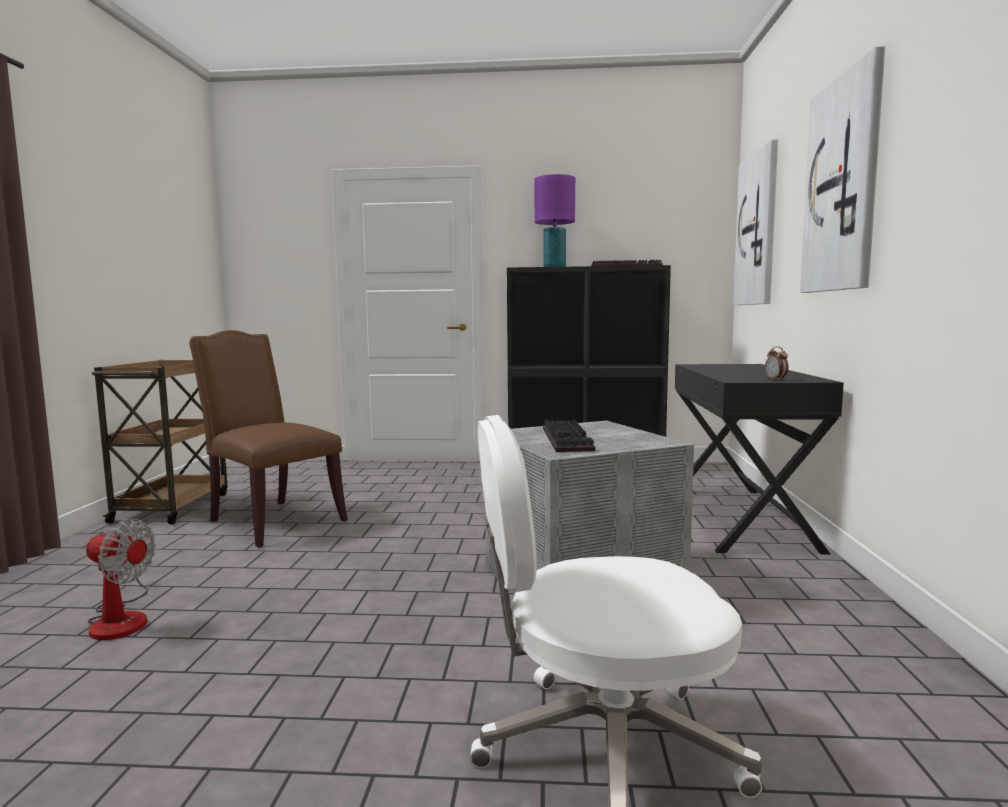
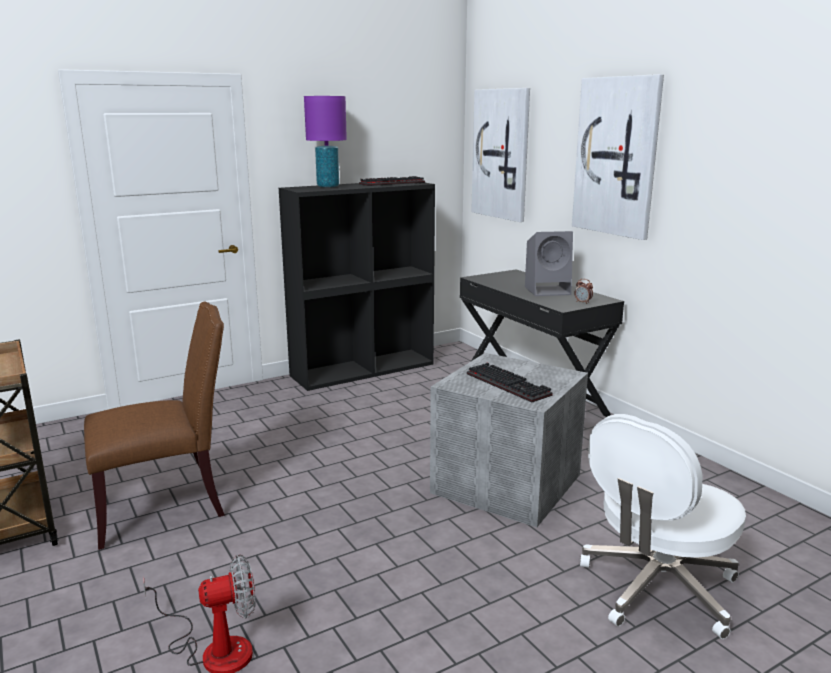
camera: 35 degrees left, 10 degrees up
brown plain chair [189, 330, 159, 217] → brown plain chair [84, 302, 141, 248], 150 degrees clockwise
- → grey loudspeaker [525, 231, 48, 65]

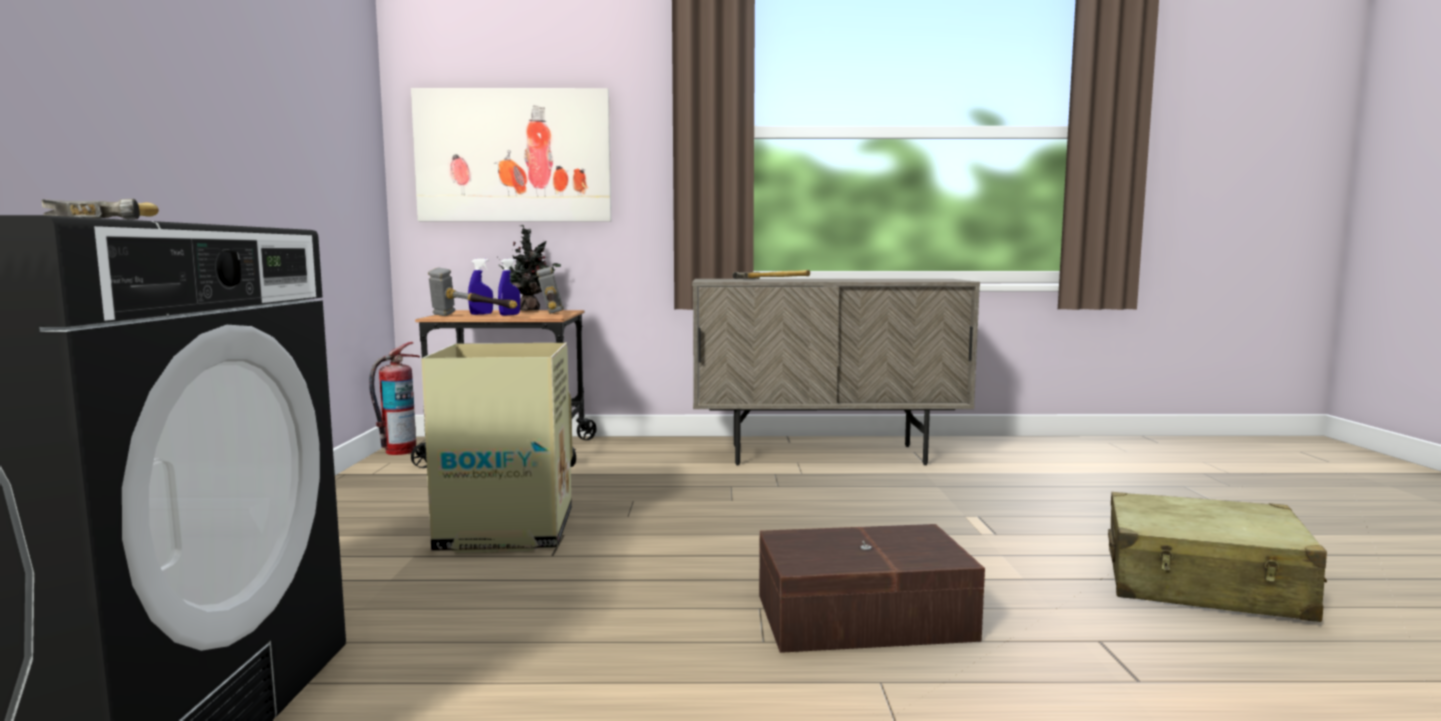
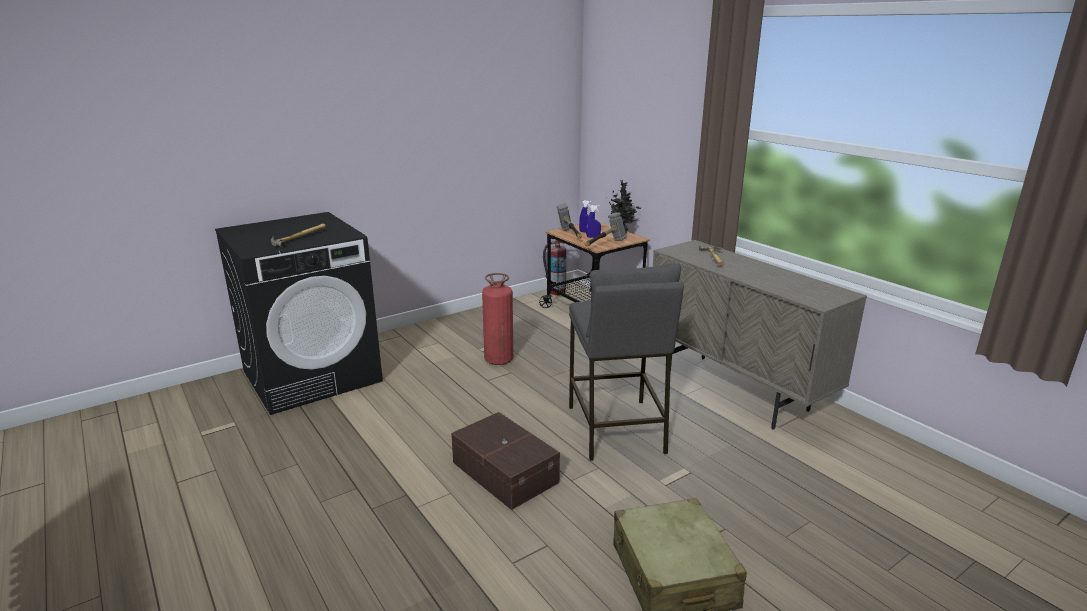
camera: 55 degrees right, 15 degrees up
picture [411, 88, 200, 134] → -
carton [421, 343, 152, 210] → extinguisher [482, 273, 31, 92]
- → grey stool [569, 263, 115, 198]

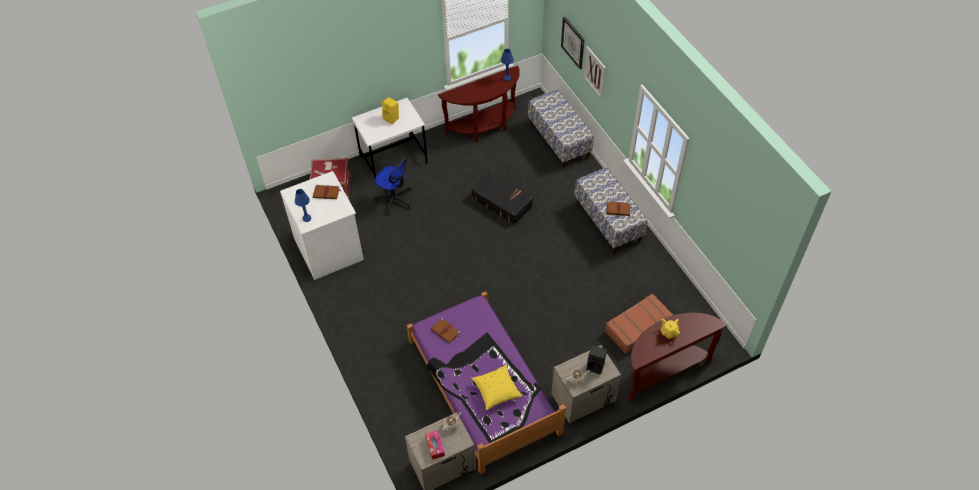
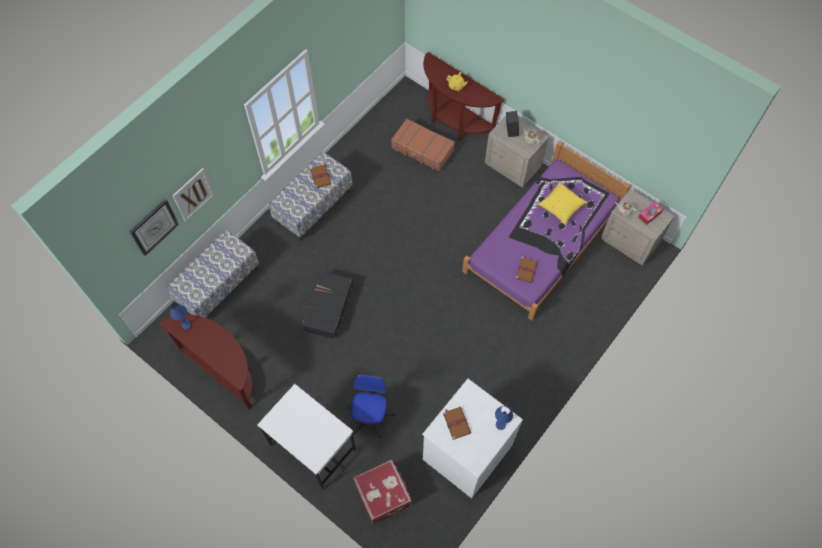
camera: 115 degrees left, 10 degrees up
yellow-coloured loudspeaker [382, 97, 17, 27] → -

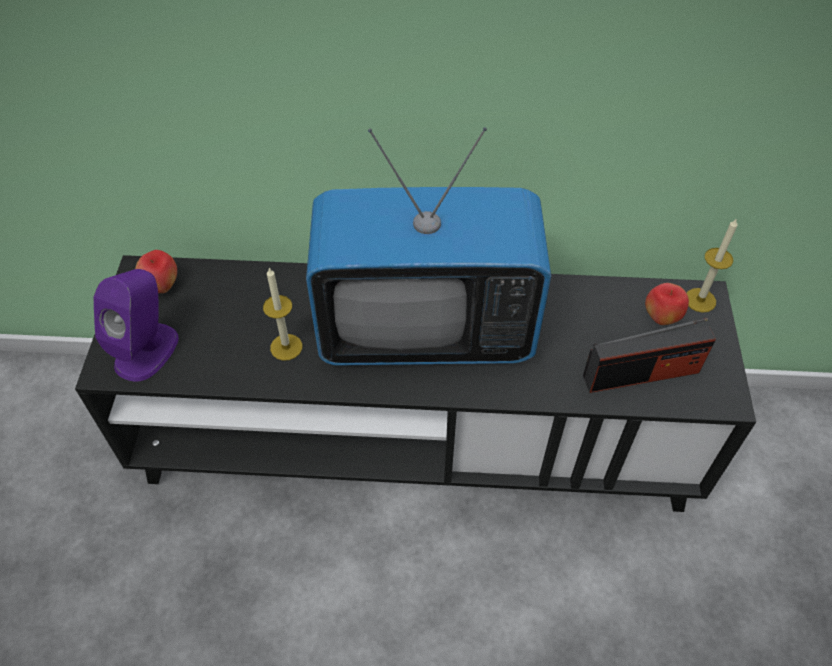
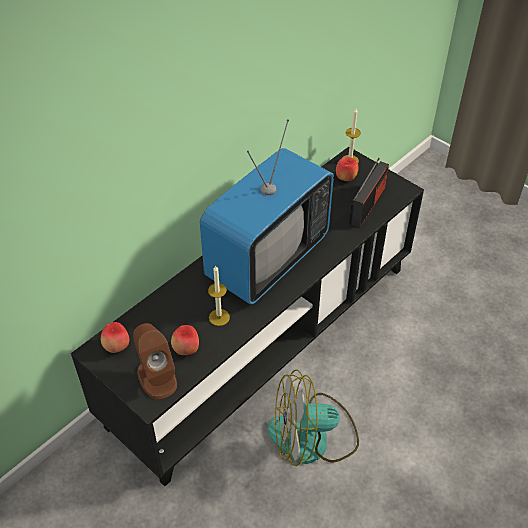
camera: 50 degrees left, 5 degrees down
purplish loudspeaker [93, 269, 86, 113] → brown loudspeaker [133, 323, 44, 76]
- → apple [171, 325, 28, 30]
- → fan [268, 370, 91, 96]

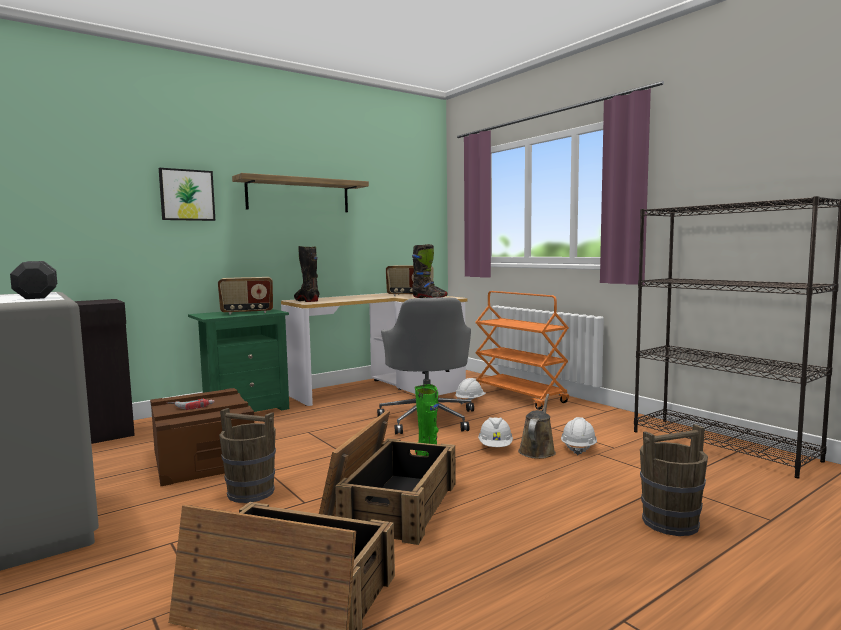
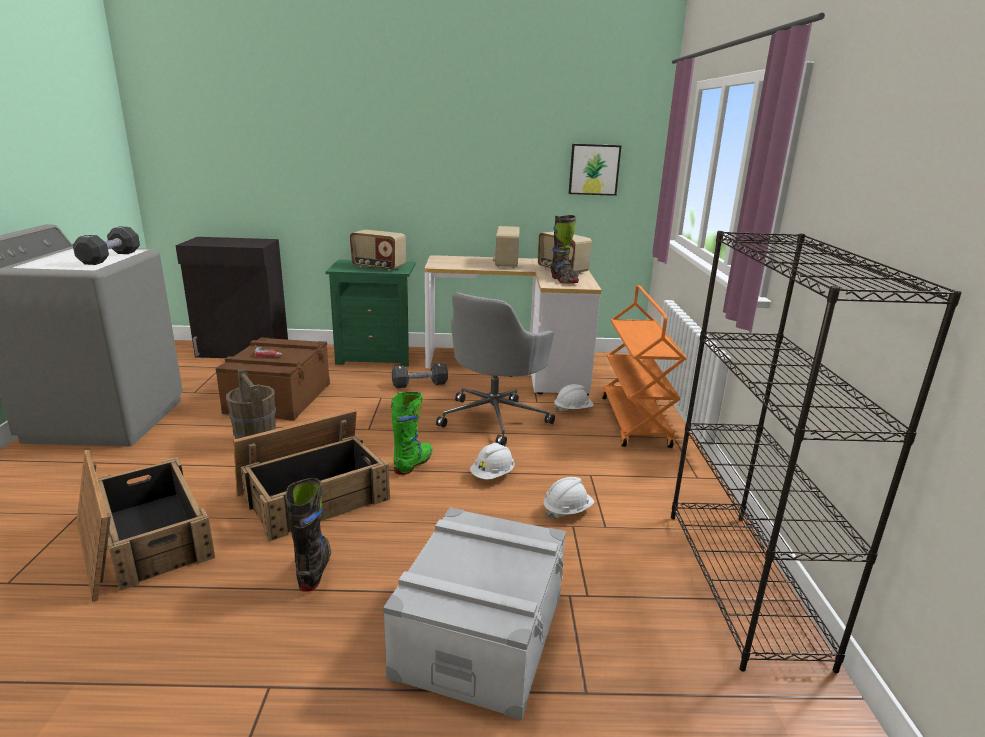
camera: 35 degrees right, 15 degrees up
picture [159, 168, 56, 53] → picture [569, 144, 52, 52], moved
shelf [232, 173, 137, 39] → -
black-coloured boot [294, 246, 25, 56] → black-coloured boot [285, 478, 46, 114], moved
brown watering pot [518, 394, 38, 65] → -
brown pail [640, 424, 68, 112] → grey storage bin [383, 507, 183, 213]
- → black-coloured free weight [392, 363, 56, 25]
- → radio set [493, 226, 27, 42]

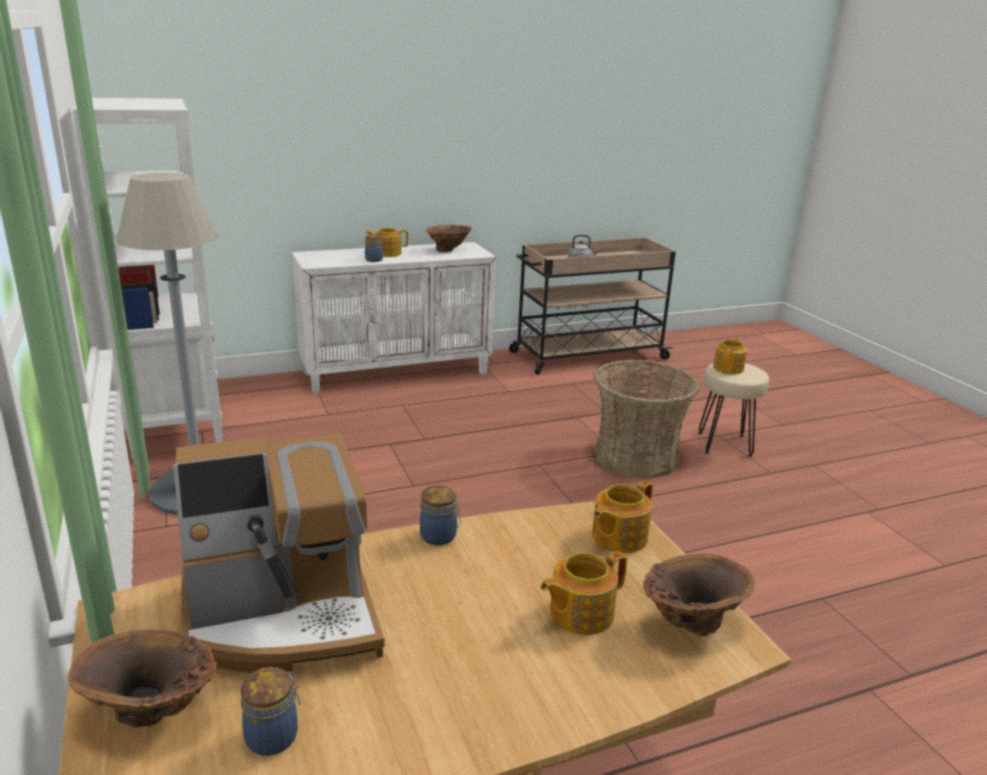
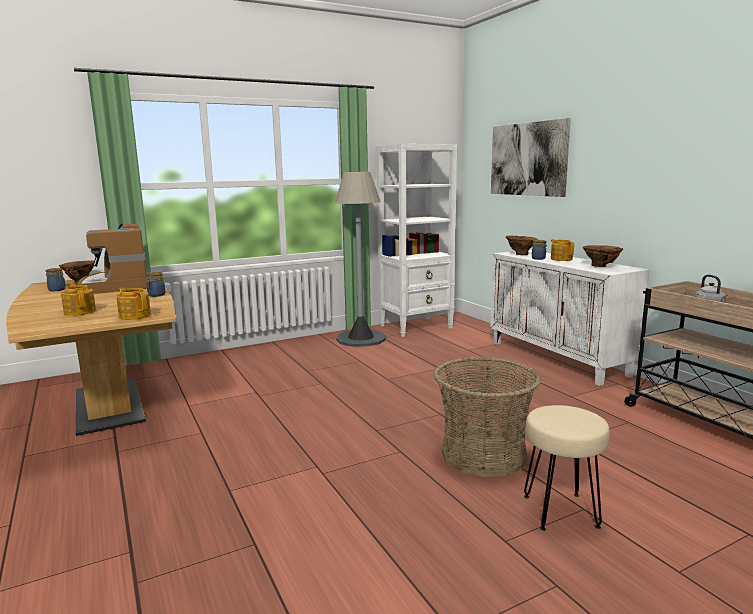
camera: 85 degrees right, 10 degrees down
brown vase [643, 553, 113, 83] → brown vase [506, 236, 32, 19], moved
pot for tea [713, 337, 34, 37] → -
- → picture [491, 118, 80, 79]

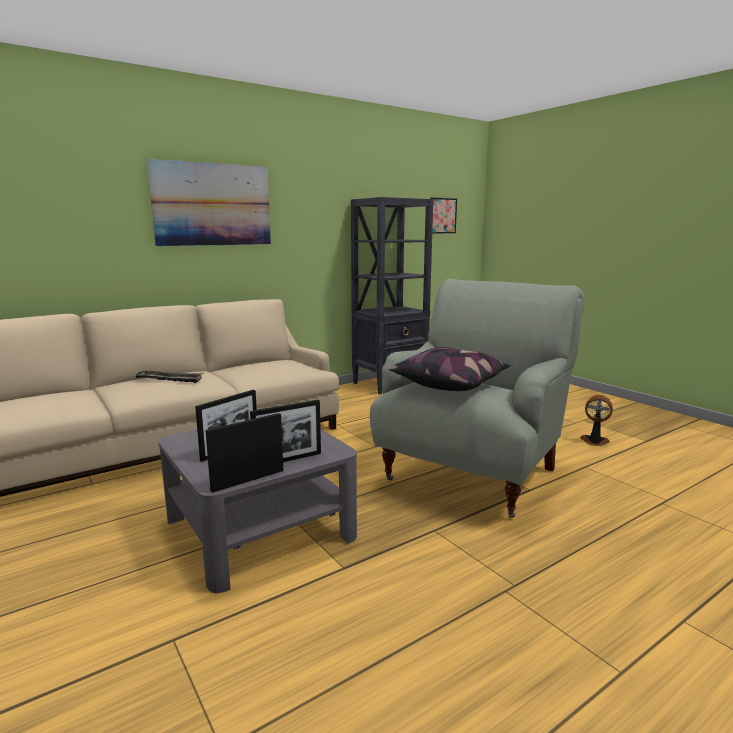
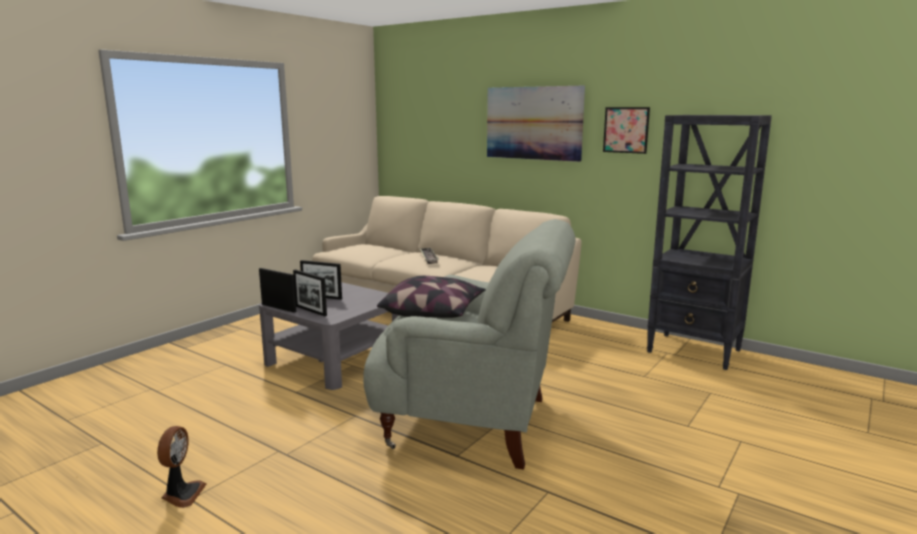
camera: 70 degrees right, 0 degrees up
picture [431, 198, 26, 35] → picture [603, 107, 47, 47], moved
fan [580, 395, 33, 51] → fan [157, 426, 49, 82], moved

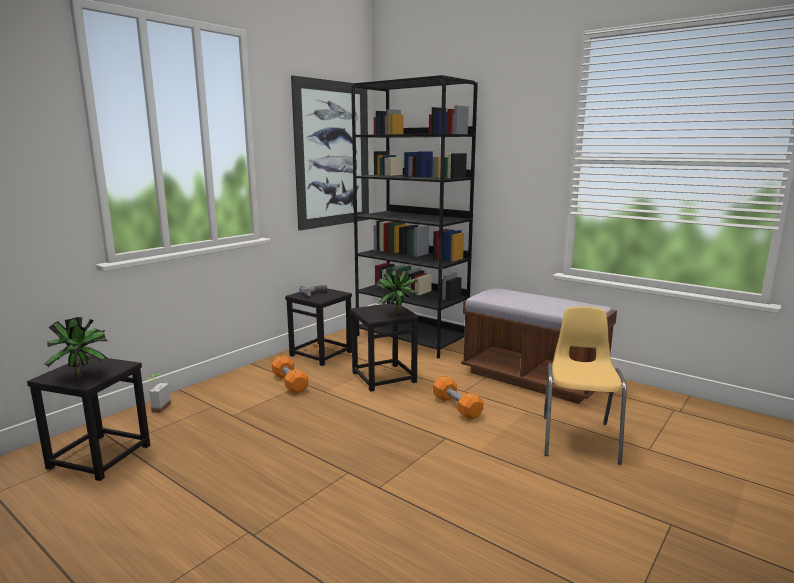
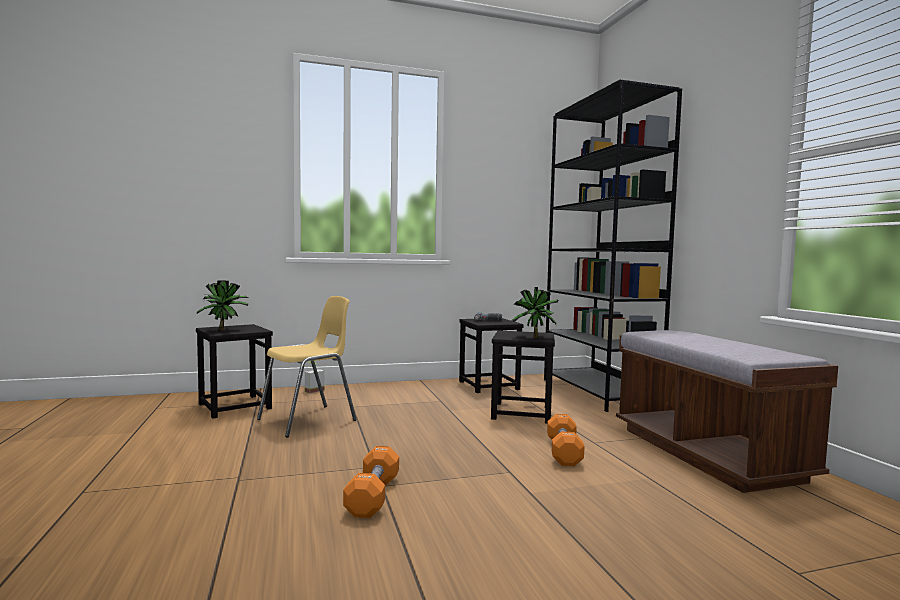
camera: 35 degrees right, 10 degrees down
orangey free weight [272, 355, 37, 39] → orangey free weight [343, 446, 56, 72], moved
picture [291, 75, 78, 156] → -
yellow-coloured plain chair [544, 306, 83, 159] → yellow-coloured plain chair [257, 296, 100, 141], moved

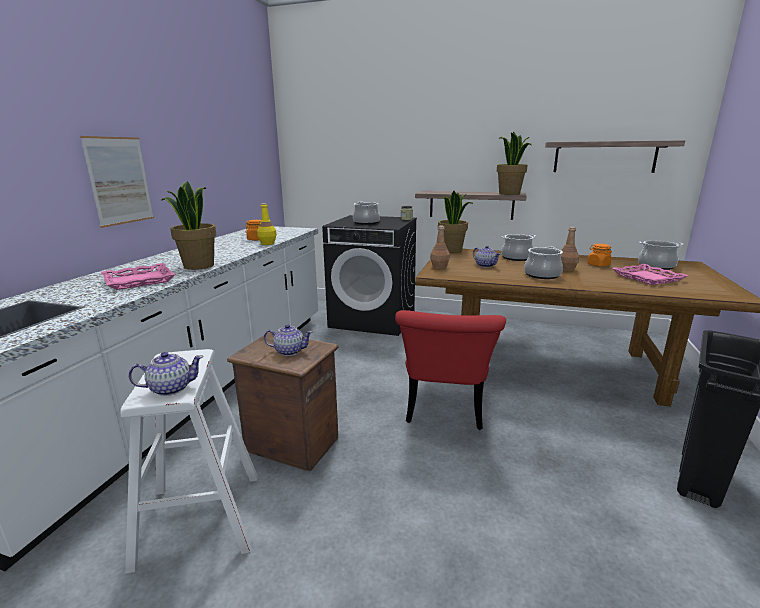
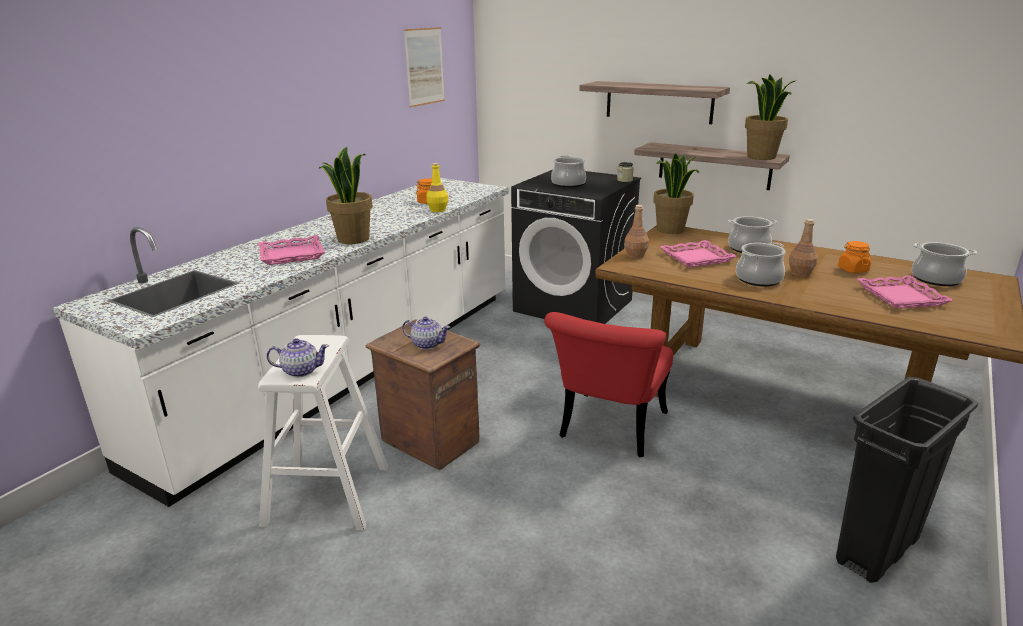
camera: 15 degrees right, 5 degrees up
picture [80, 136, 74, 92] → picture [404, 27, 41, 80], moved
pot for tea [473, 246, 28, 22] → pinkish tray [660, 240, 76, 27]
shelf [545, 140, 140, 33] → shelf [579, 81, 151, 43], moved

